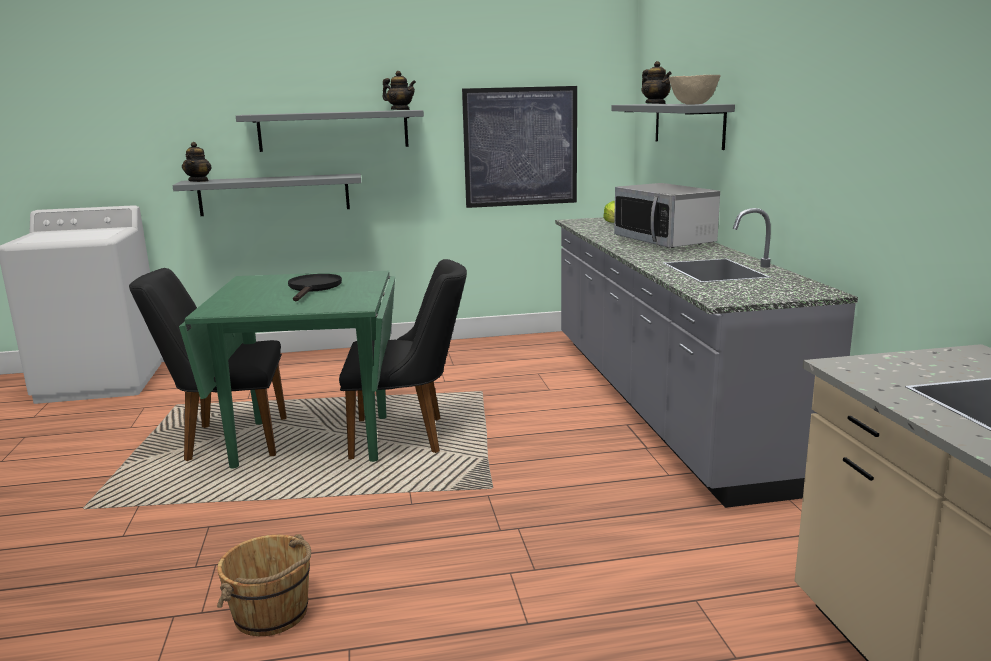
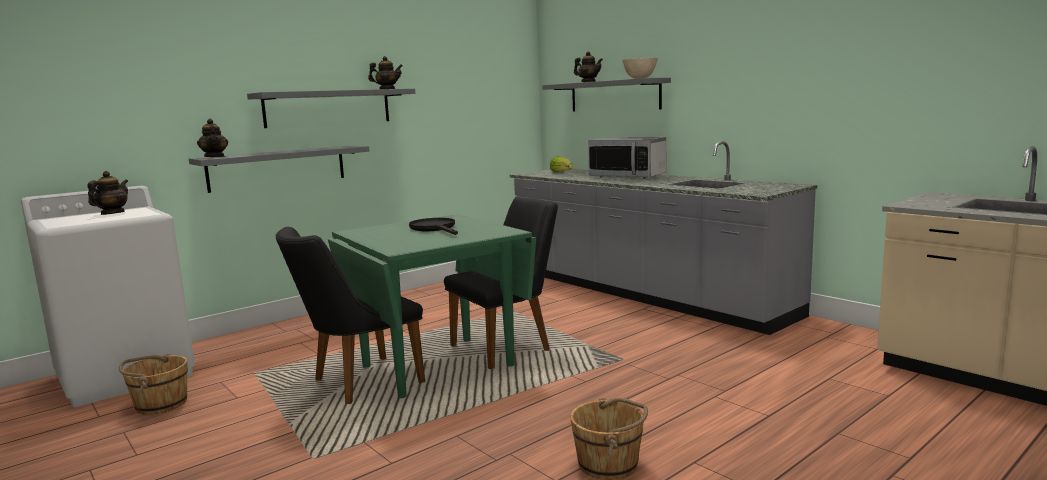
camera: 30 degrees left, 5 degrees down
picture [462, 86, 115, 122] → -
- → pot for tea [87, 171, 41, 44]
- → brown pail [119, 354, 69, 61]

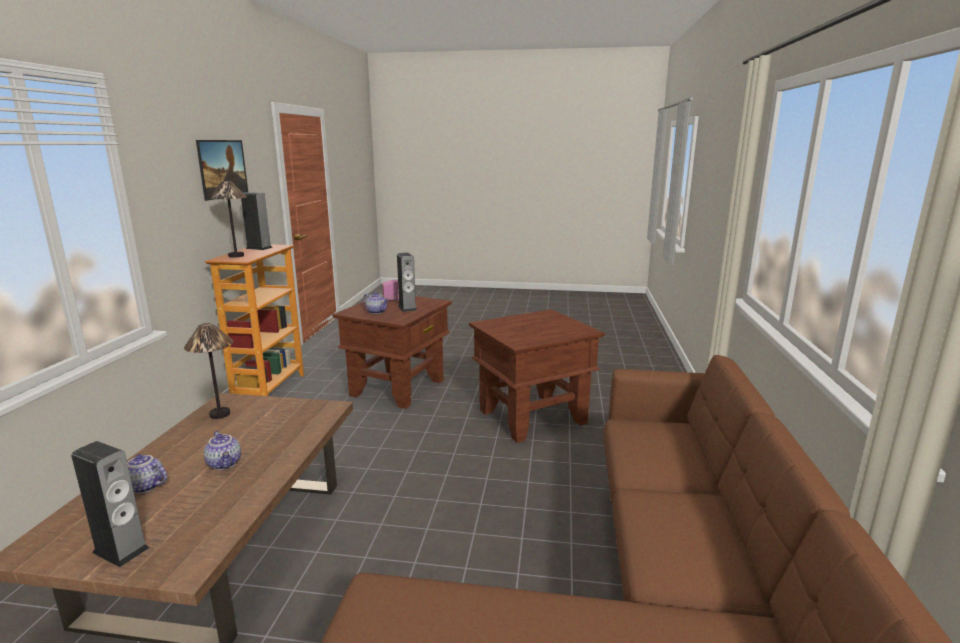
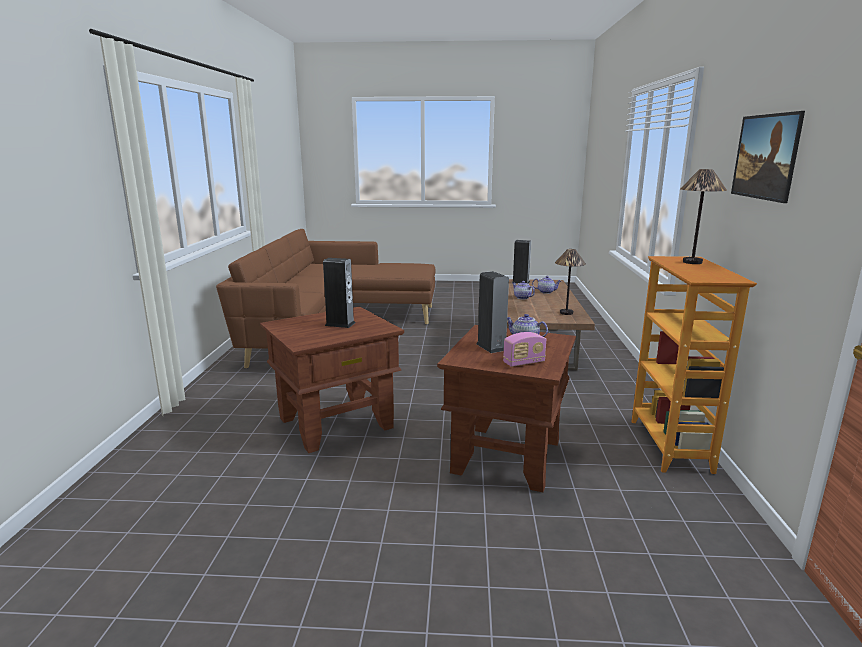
camera: 175 degrees right, 0 degrees up
loudspeaker [241, 192, 32, 58] → loudspeaker [323, 258, 33, 70], moved

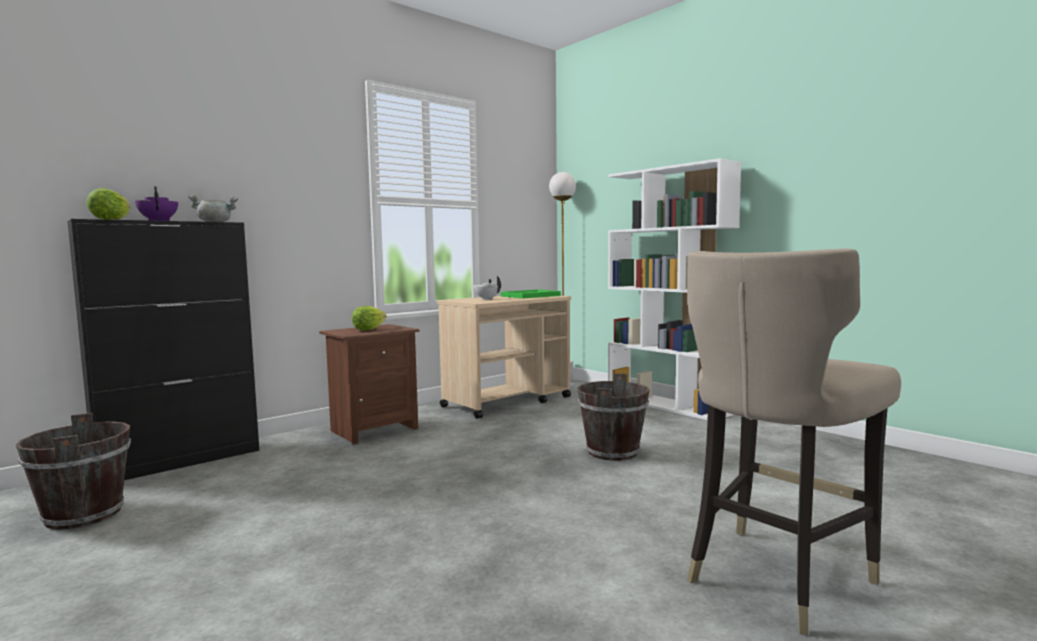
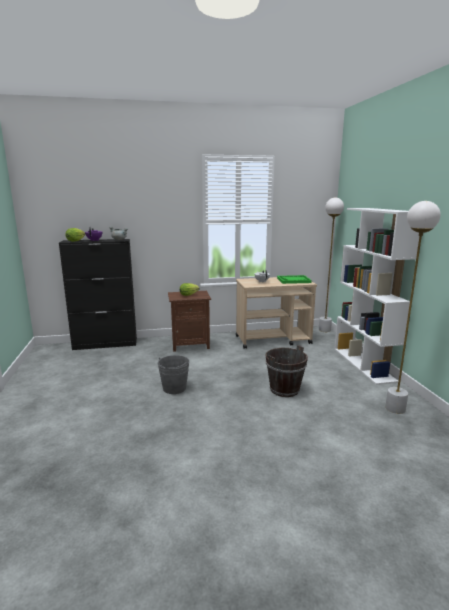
camera: 30 degrees right, 10 degrees up
brown pail [16, 413, 115, 117] → -
beige stool [687, 249, 214, 387] → -
- → grey pail [157, 355, 33, 39]
- → white-coloured standard lamp [385, 201, 56, 213]

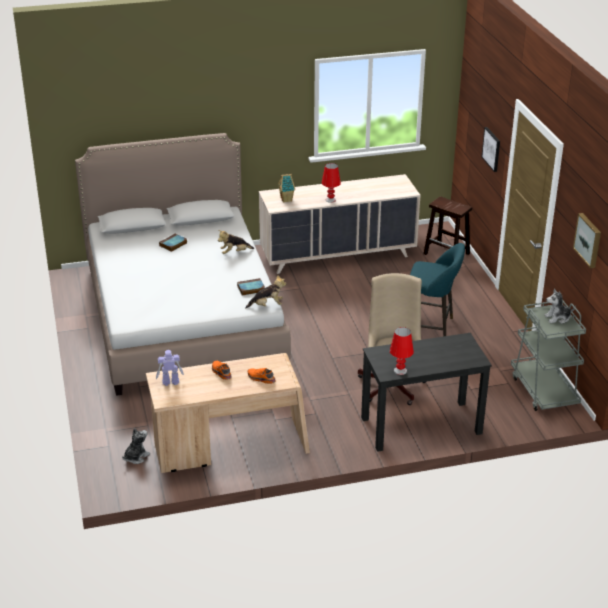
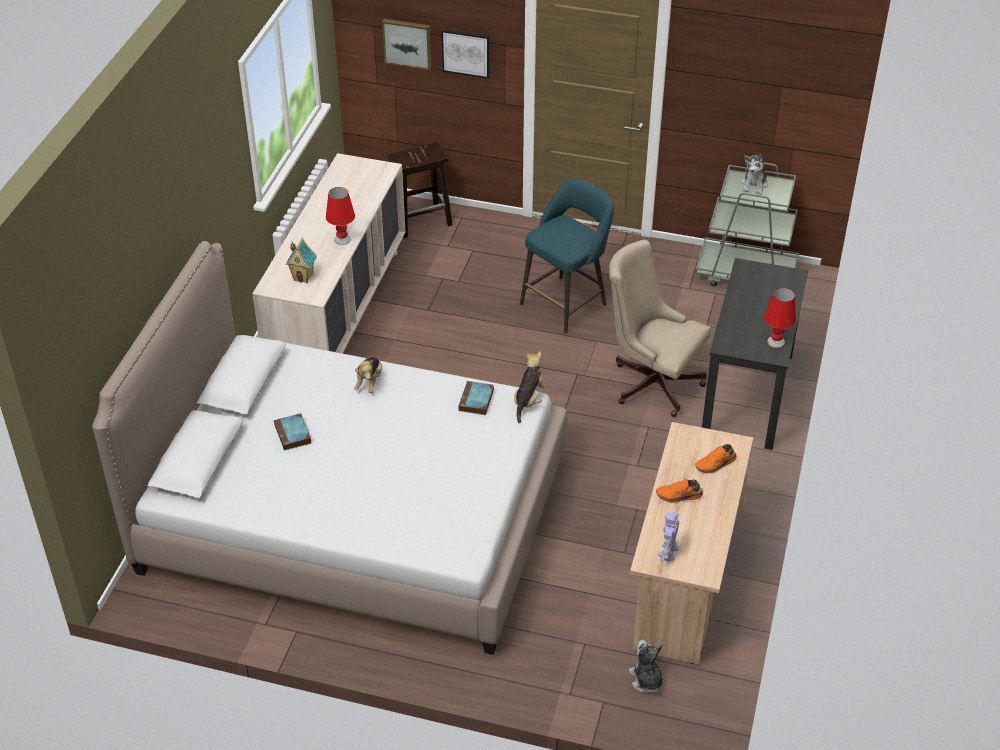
camera: 60 degrees left, 10 degrees up
picture [573, 213, 28, 55] → picture [382, 19, 49, 51], moved

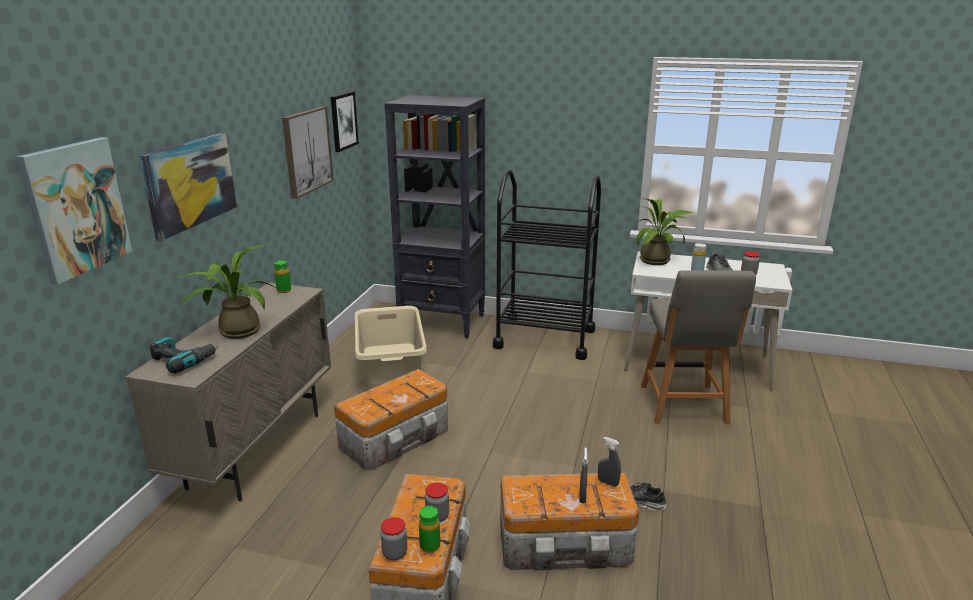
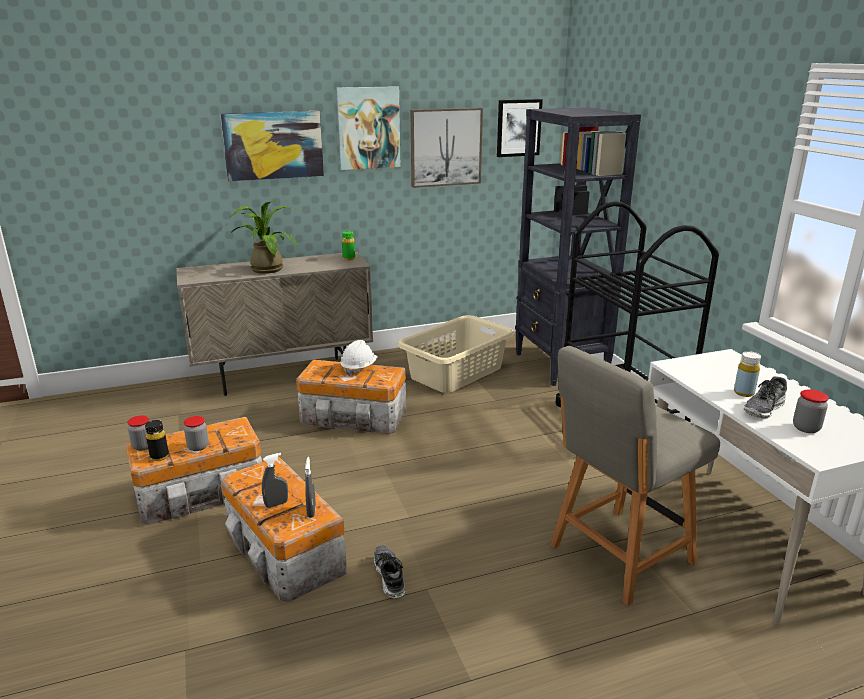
camera: 55 degrees right, 0 degrees up
picture [16, 137, 116, 147] → picture [336, 86, 64, 84], moved
power drill [150, 337, 69, 37] → -
green beverage bottle [419, 506, 21, 47] → black-coloured beverage bottle [145, 420, 24, 41]
potted plant [635, 198, 57, 67] → -
- → white-coloured safety helmet [340, 340, 38, 36]

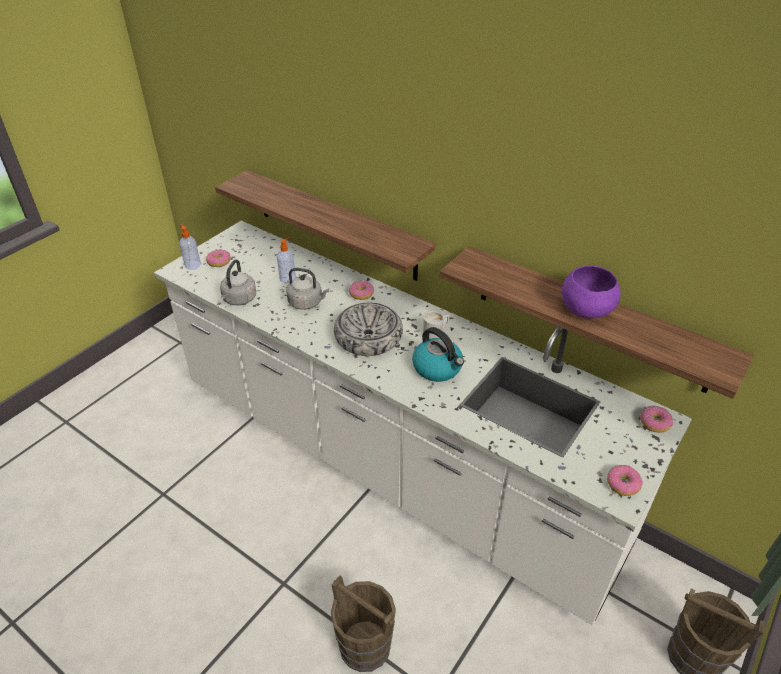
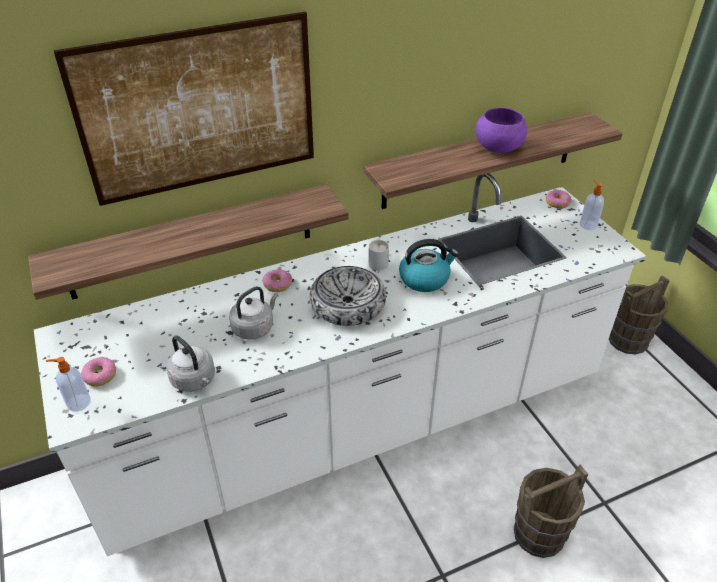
camera: 60 degrees left, 0 degrees up
liquid soap bottle [277, 237, 19, 47] → liquid soap bottle [580, 179, 24, 51], moved
ring doughnut [607, 465, 36, 31] → -
- → picture [54, 12, 260, 194]

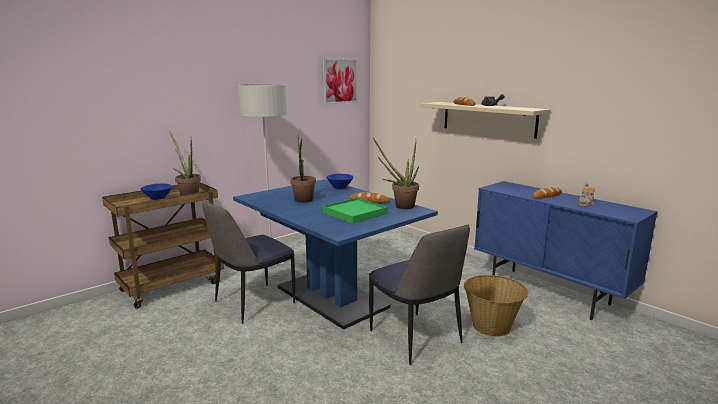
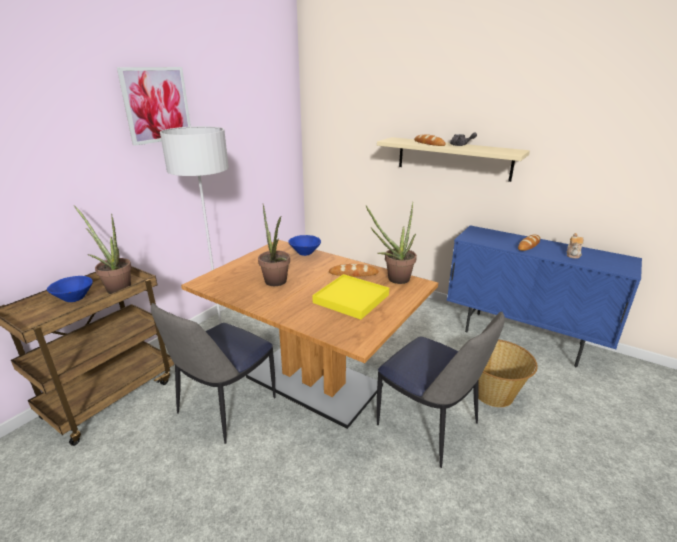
camera: 15 degrees left, 10 degrees up
blue-coloured kitchen table [233, 179, 205, 151] → brown kitchen table [181, 240, 257, 189]
picture [322, 58, 36, 47] → picture [117, 67, 74, 79], moved
green tray [323, 198, 65, 26] → yellow-coloured tray [312, 274, 77, 46]

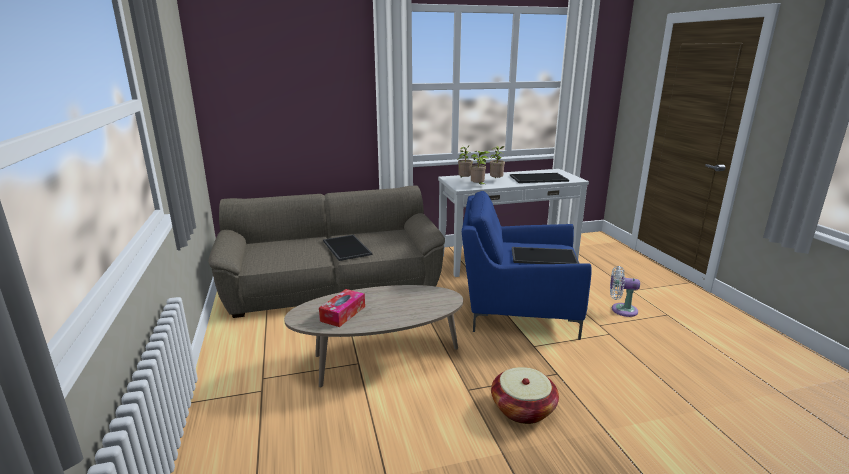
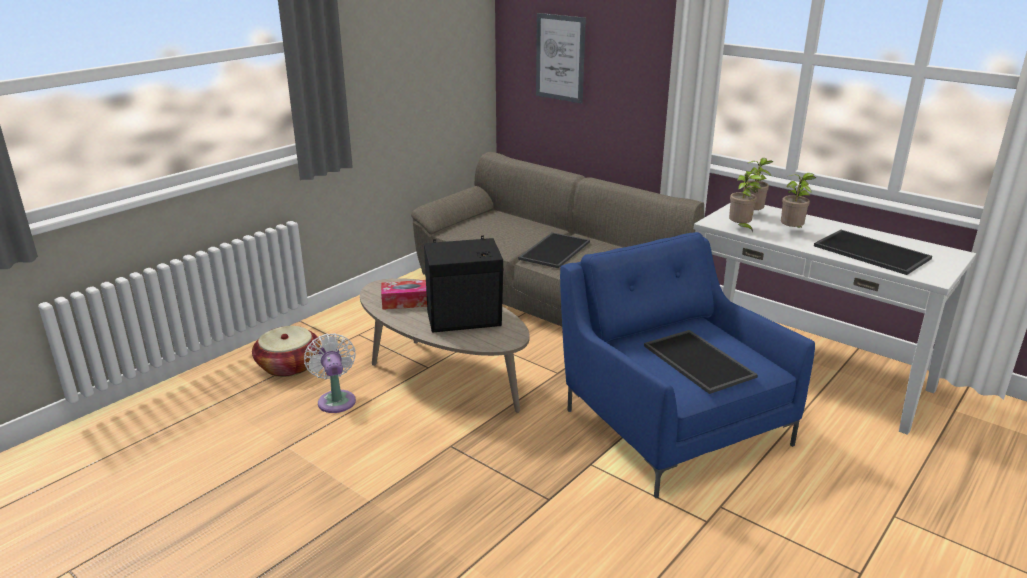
camera: 55 degrees right, 5 degrees up
household basket [491, 367, 68, 57] → household basket [252, 326, 69, 51], moved
white-coloured fan [610, 266, 30, 51] → white-coloured fan [304, 333, 52, 80], moved
- → black-coloured loudspeaker [424, 235, 79, 98]
- → picture [536, 13, 50, 91]

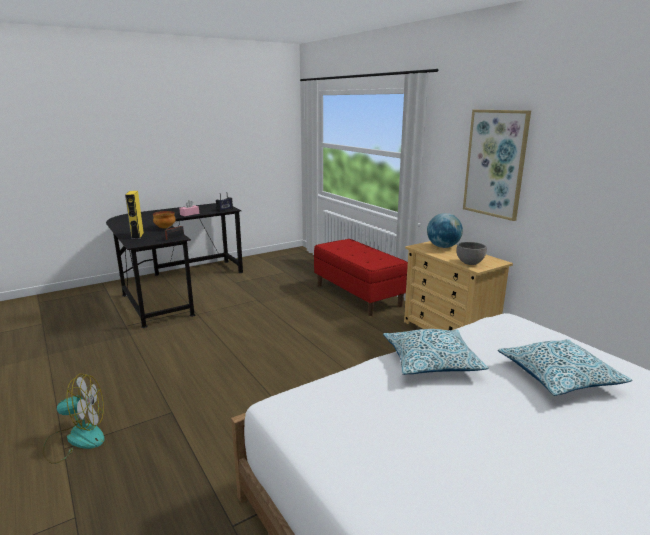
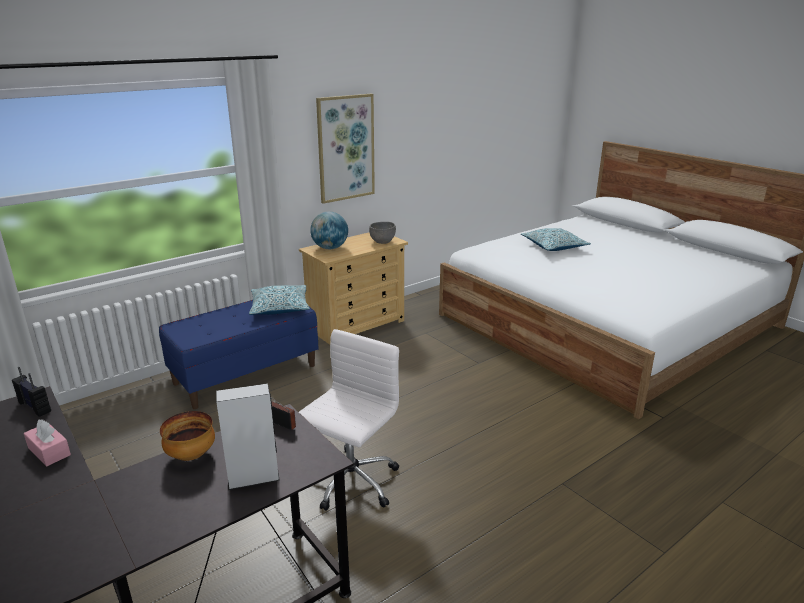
camera: 95 degrees left, 5 degrees up
fan [42, 374, 63, 90] → -
yellow-coloured loudspeaker [125, 191, 19, 48] → grey loudspeaker [216, 383, 64, 107]
red indoor bench [314, 239, 94, 77] → blue-coloured indoor bench [159, 300, 160, 109]
throw pillow [383, 329, 106, 46] → throw pillow [249, 285, 61, 30], moved
- → white-coloured computer chair [299, 329, 100, 182]

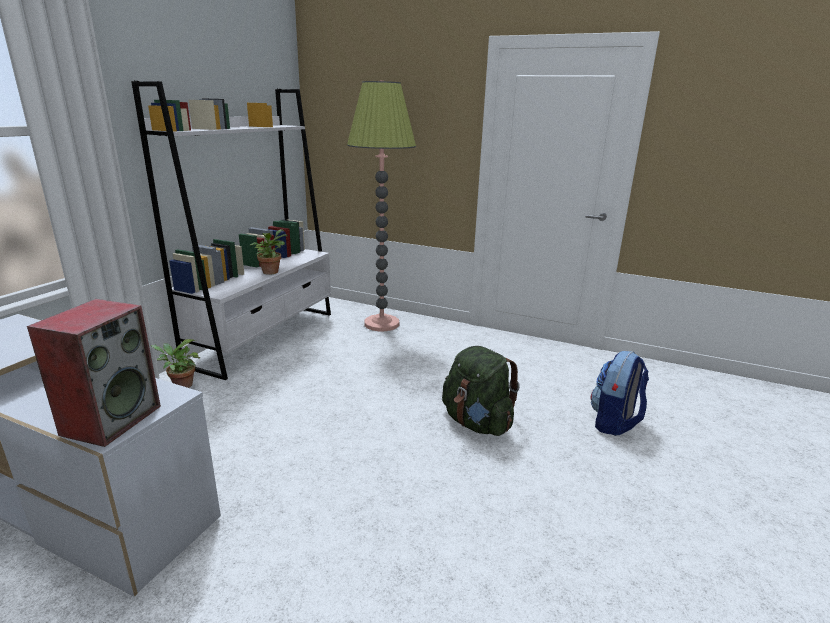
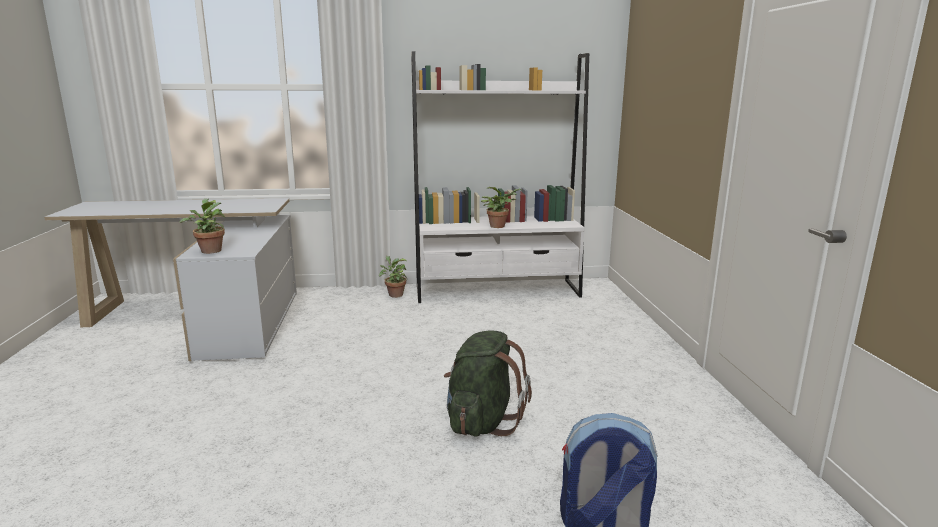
camera: 60 degrees right, 5 degrees down
loudspeaker [27, 299, 134, 148] → potted plant [179, 199, 46, 55]
standard lamp [347, 80, 69, 251] → -

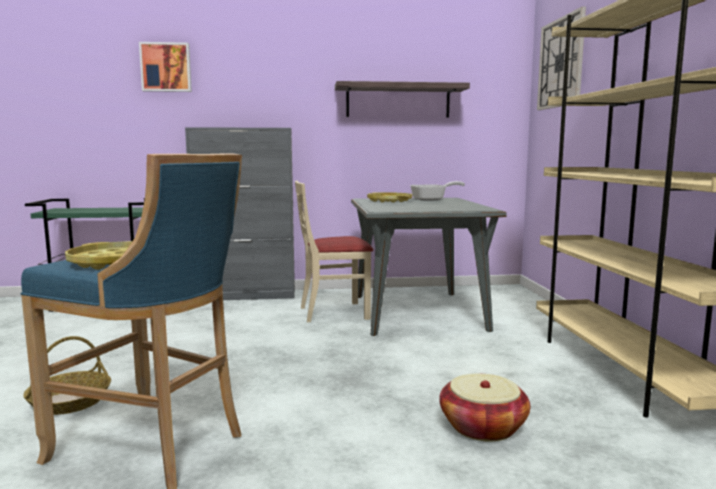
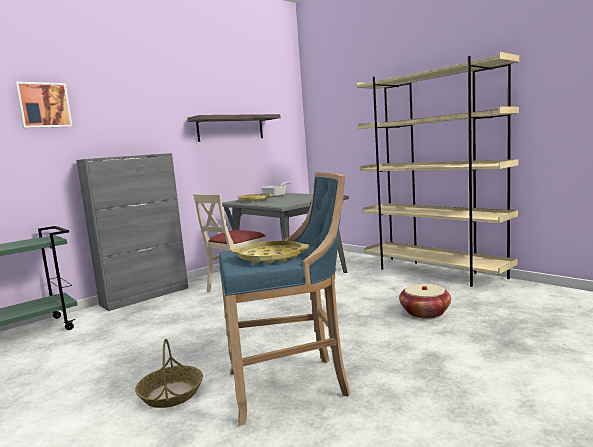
camera: 35 degrees left, 0 degrees up
wall clock [537, 7, 49, 103] → -

